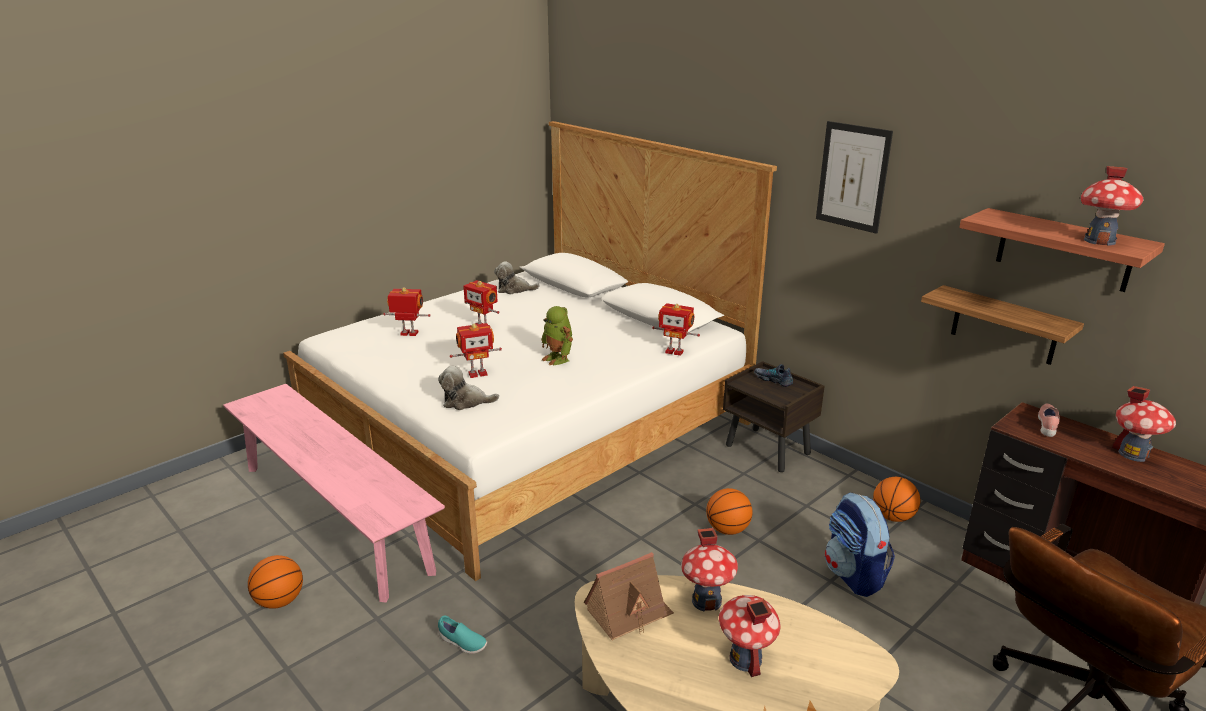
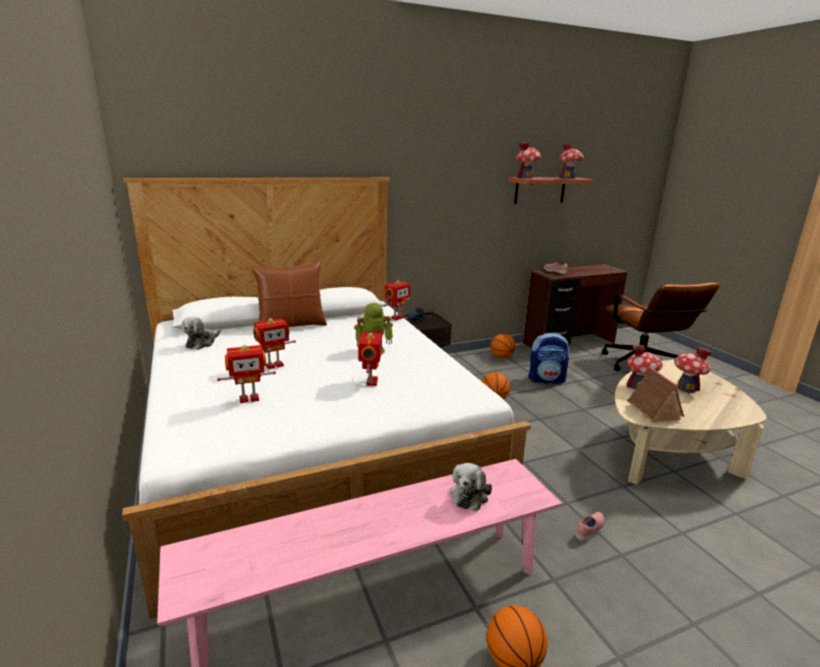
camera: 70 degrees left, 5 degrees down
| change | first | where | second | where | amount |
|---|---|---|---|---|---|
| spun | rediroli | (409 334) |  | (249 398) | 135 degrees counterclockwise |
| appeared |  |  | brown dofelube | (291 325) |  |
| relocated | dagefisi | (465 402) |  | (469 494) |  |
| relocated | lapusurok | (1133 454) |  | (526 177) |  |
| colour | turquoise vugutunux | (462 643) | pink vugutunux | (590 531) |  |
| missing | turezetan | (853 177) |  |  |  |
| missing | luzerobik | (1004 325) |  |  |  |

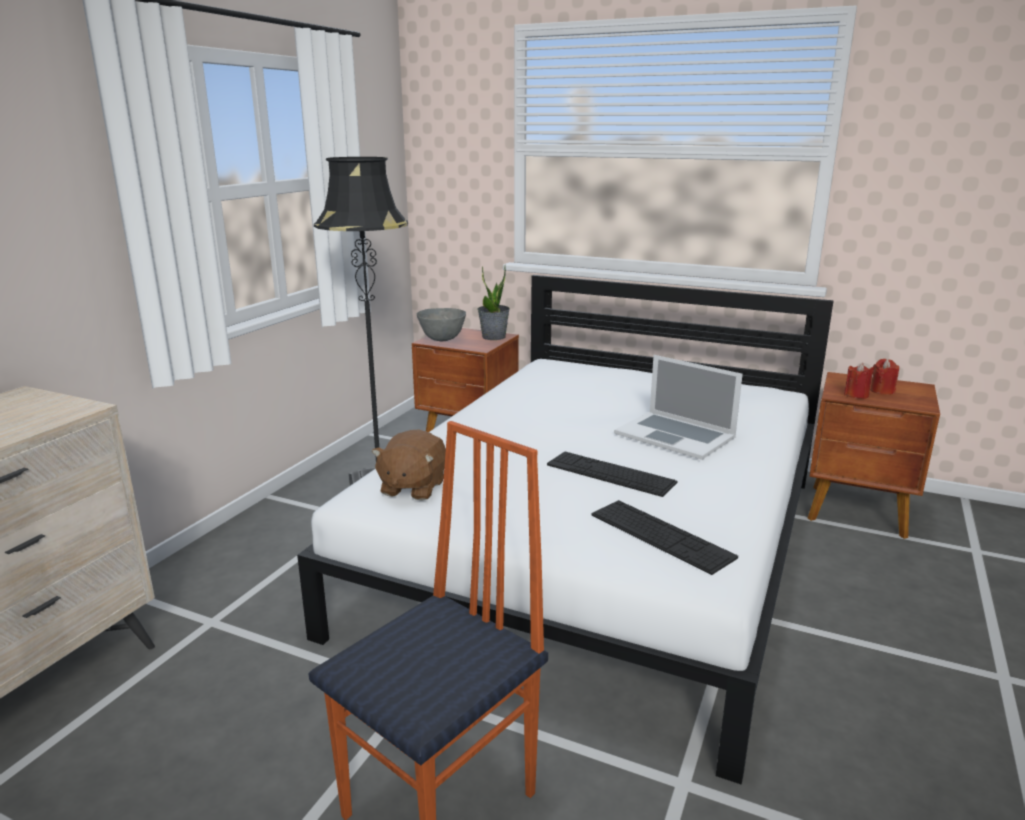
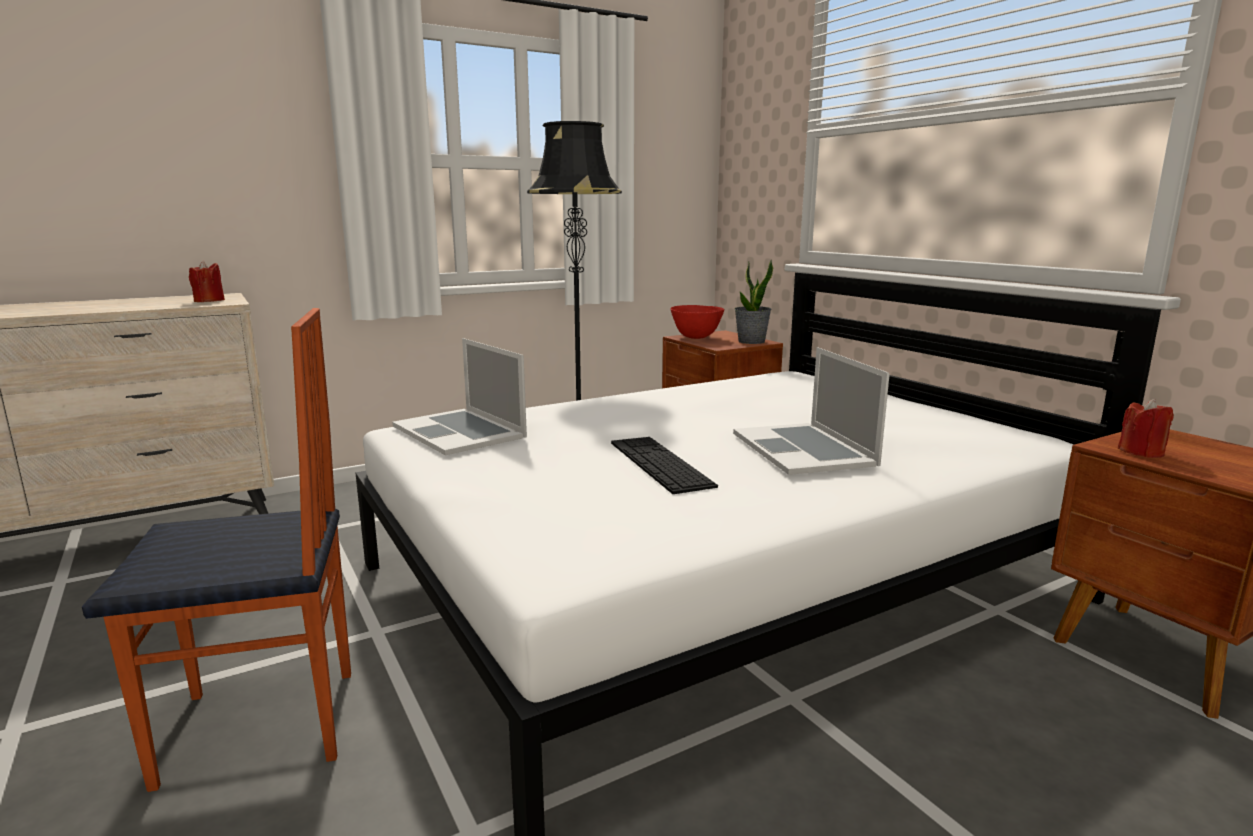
camera: 35 degrees right, 5 degrees down
| change | first | where | second | where | amount |
|---|---|---|---|---|---|
| relocated | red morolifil | (882 391) |  | (209 301) |  |
| exchanged | brown dagefisi | (412 487) | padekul | (459 431) |  |
| colour | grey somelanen | (442 339) | red somelanen | (696 337) |  |
| missing | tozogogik | (660 535) |  |  |  |

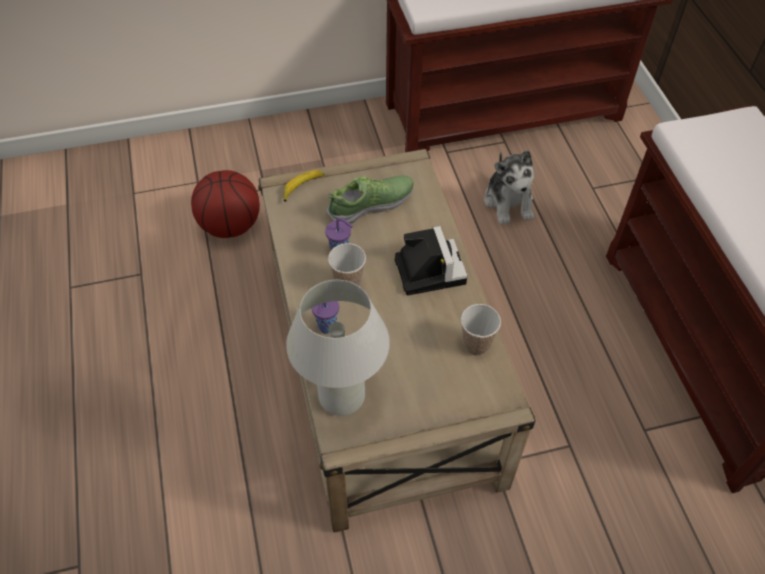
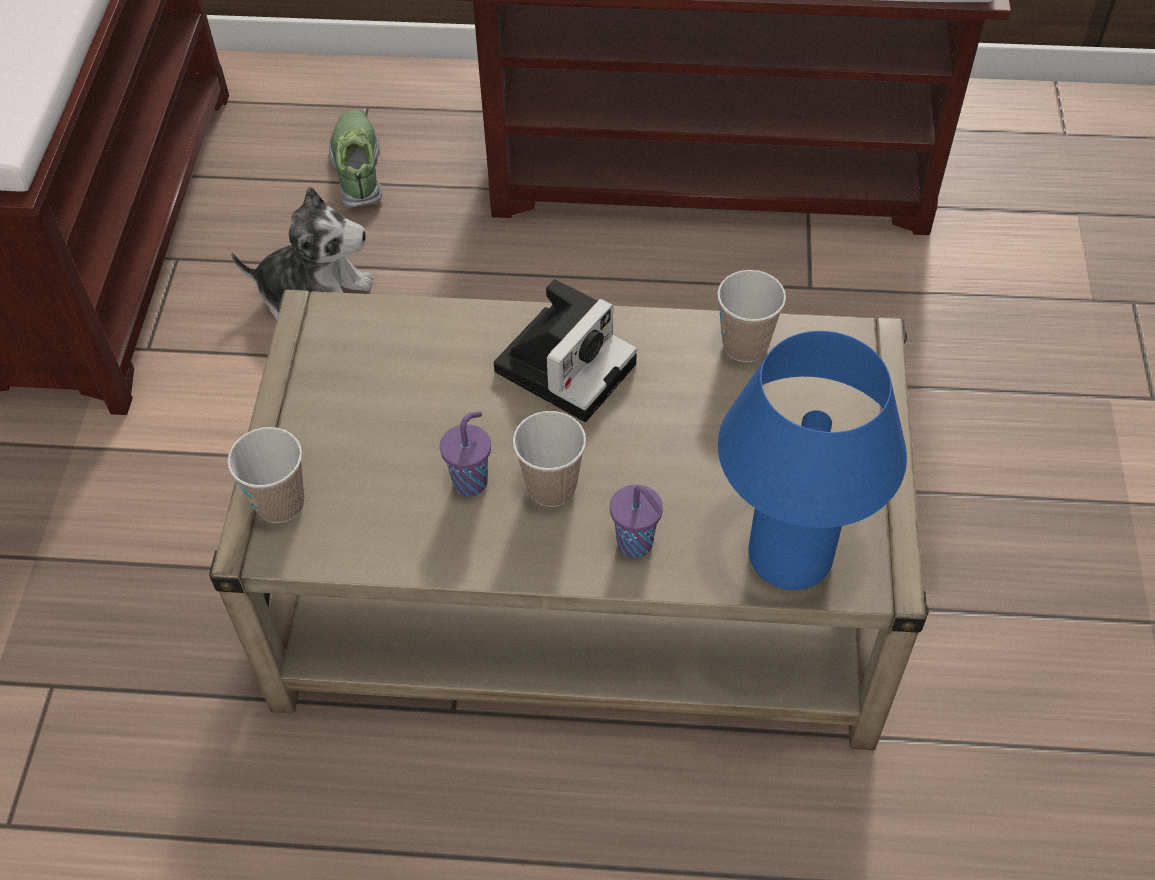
camera: 70 degrees left, 0 degrees up
| change | first | where | second | where | amount |
|---|---|---|---|---|---|
| exchanged | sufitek | (302 187) | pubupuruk | (280 503) |  |
| relocated | vugutunux | (371 205) |  | (358 168) |  |
| spun | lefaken | (428 268) |  | (566 363) | 120 degrees clockwise |
| colour | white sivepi | (342 396) | blue sivepi | (790 556) |  |
| missing | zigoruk | (230 225) |  |  |  |

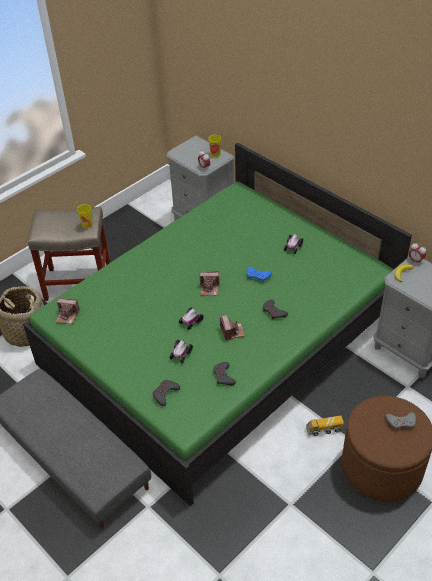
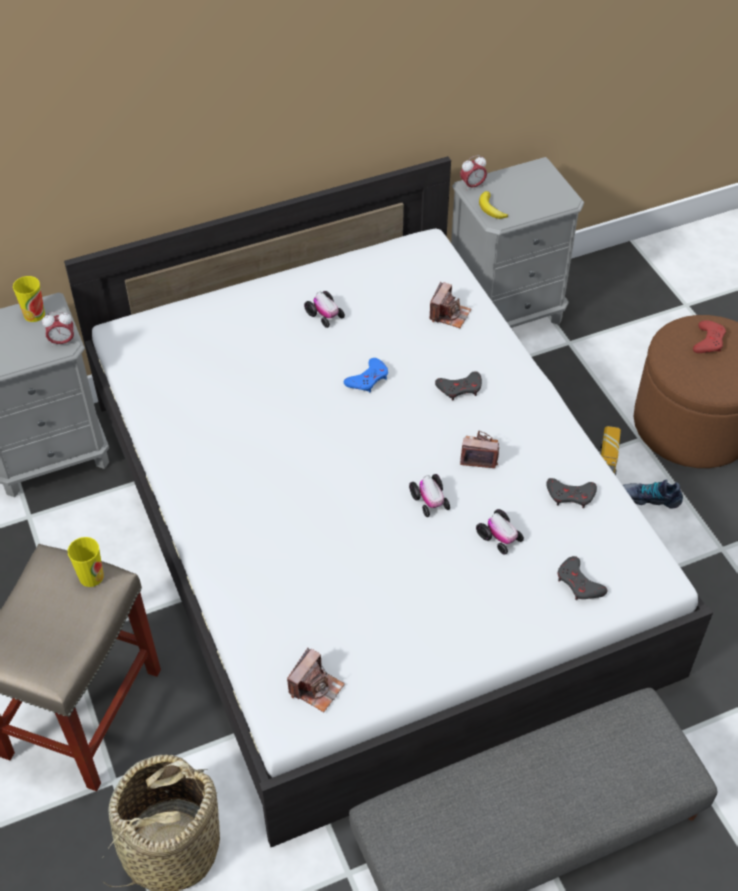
camera: 70 degrees left, 5 degrees up
| change | first | where | second | where | amount |
|---|---|---|---|---|---|
| colour | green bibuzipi | (218 341) | white bibuzipi | (368 531) |  |
| relocated | lefaken | (209 288) |  | (449 314) |  |
| appeared |  |  | vugutunux | (649 497) |  |
| colour | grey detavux | (401 422) | red detavux | (708 341) |  |

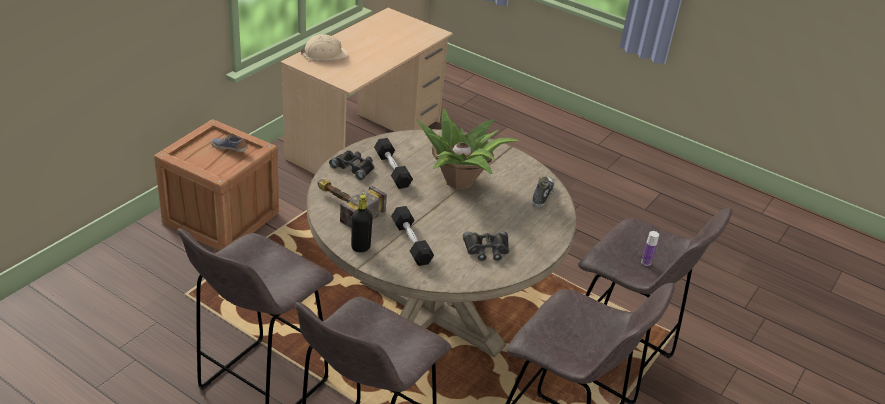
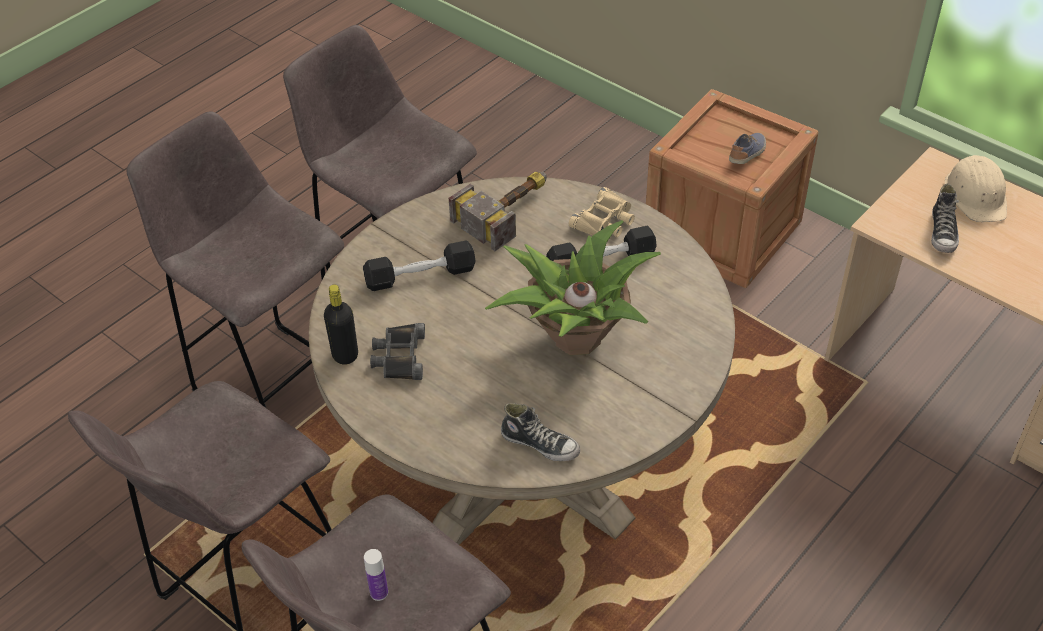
camera: 100 degrees right, 10 degrees up
| change | first | where | second | where | amount |
|---|---|---|---|---|---|
| relocated | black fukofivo | (360 247) |  | (345 355) |  |
| colour | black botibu | (354 167) | beige botibu | (605 221) |  |
| appeared |  |  | vugutunux | (943 233) |  |

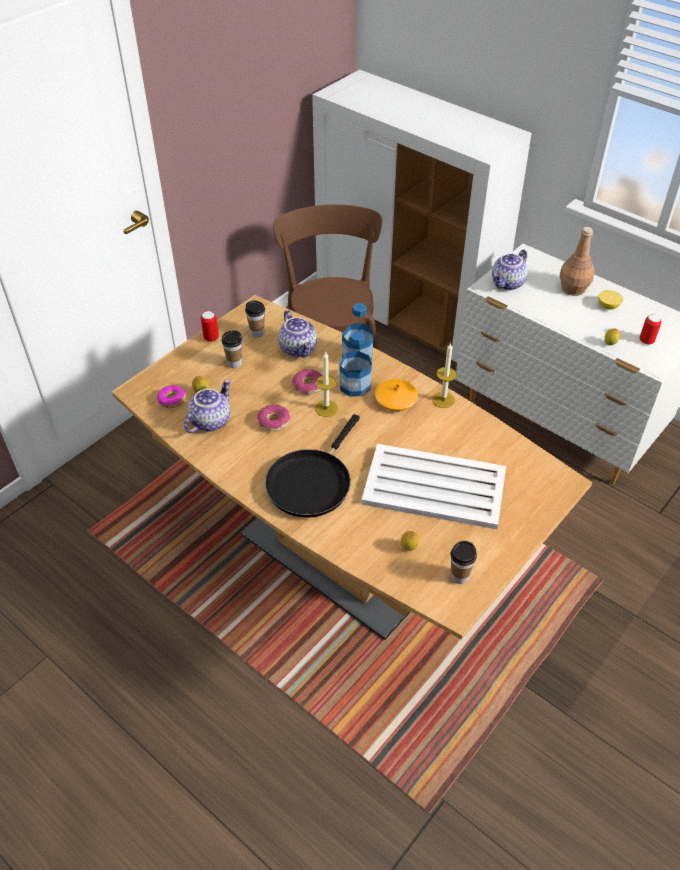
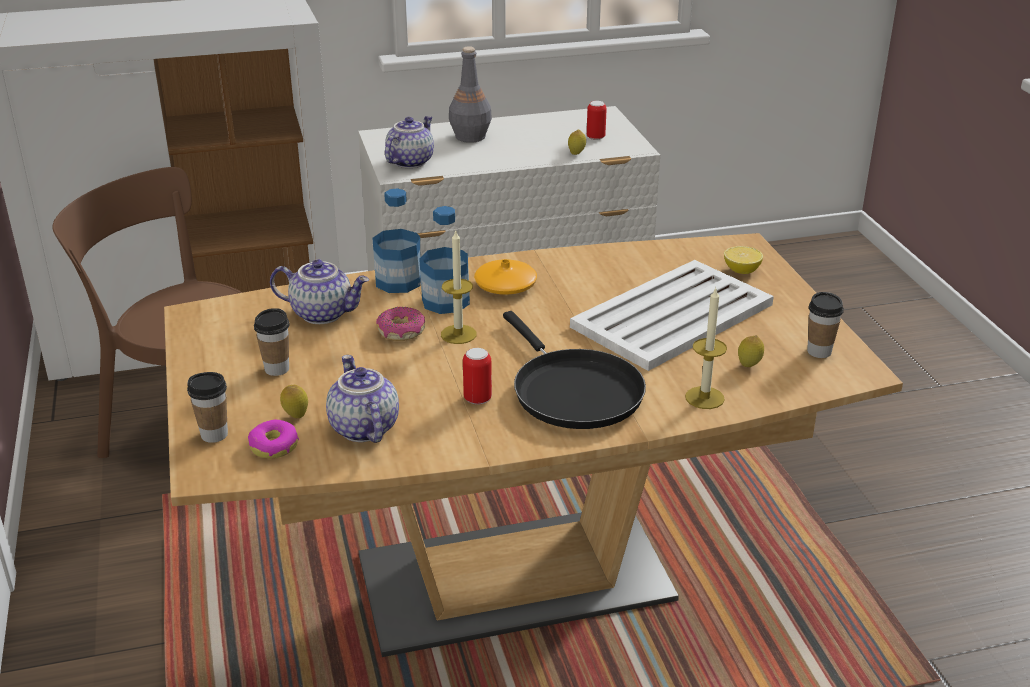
camera: 55 degrees left, 15 degrees down
| change | first | where | second | where | amount |
|---|---|---|---|---|---|
| relocated | pubupuruk | (257 333) |  | (214 434) |  |
| spun | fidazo | (508 284) |  | (409 161) | 135 degrees counterclockwise |
| colour | brown fukofivo | (572 288) | grey fukofivo | (470 137) |  |
| relocated | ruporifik | (211 338) |  | (477 399) |  |
| relocated | morolifil | (443 400) |  | (704 398) |  |
| relocated | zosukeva | (608 306) |  | (741 271) |  |
| missing | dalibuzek | (273 422) |  |  |  |

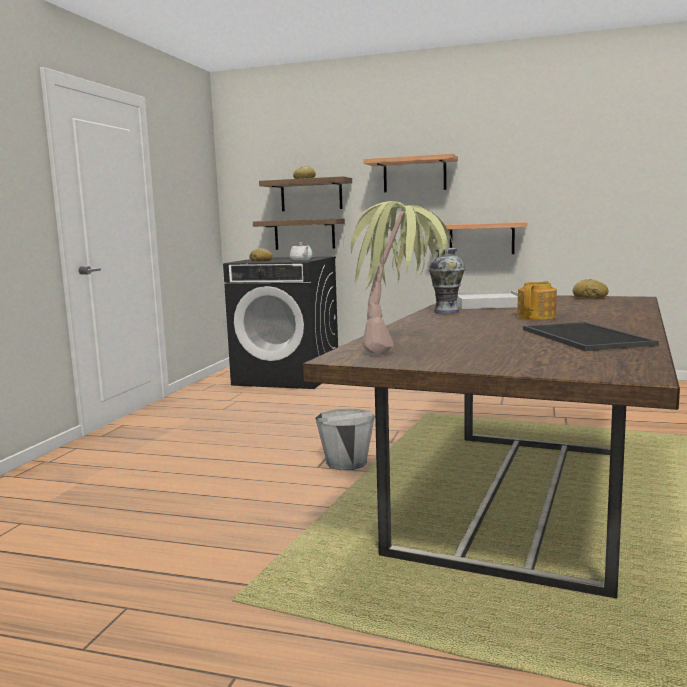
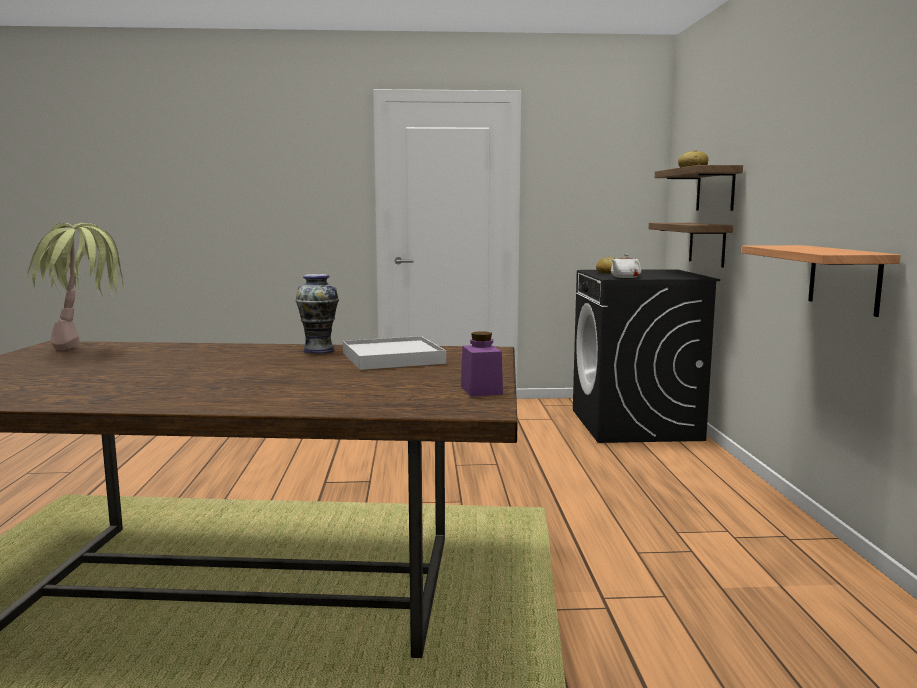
camera: 70 degrees right, 0 degrees up
| change | first | where | second | where | amount |
|---|---|---|---|---|---|
| exchanged | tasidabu | (590 297) | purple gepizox | (481 390) |  |
| missing | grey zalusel | (346 463) |  |  |  |
| missing | luzerobik | (414 175) |  |  |  |
| missing | fidazo | (537 316) |  |  |  |
| missing | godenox | (587 337) |  |  |  |

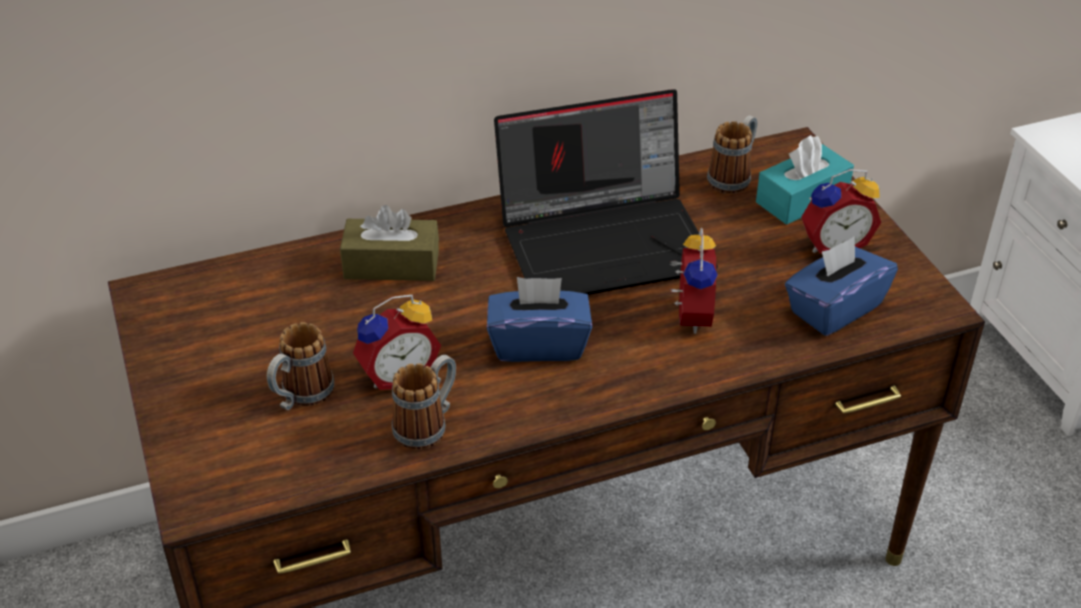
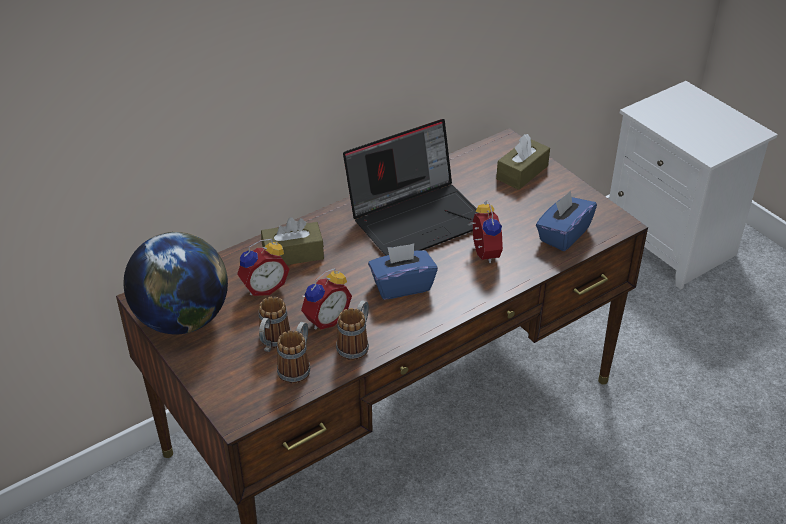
camera: 15 degrees left, 0 degrees up
| change | first | where | second | where | amount |
|---|---|---|---|---|---|
| appeared |  |  | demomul | (183 319) |  |
| relocated | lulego | (833 245) |  | (263 287) |  |
| relocated | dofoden | (733 177) |  | (297 367) |  |
| colour | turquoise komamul | (802 198) | brown komamul | (522 172) |  |

